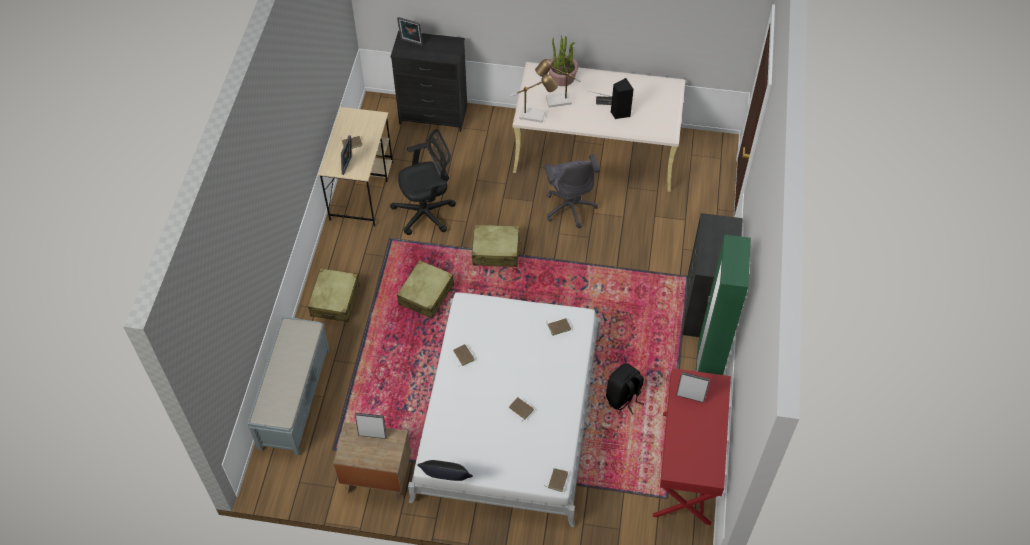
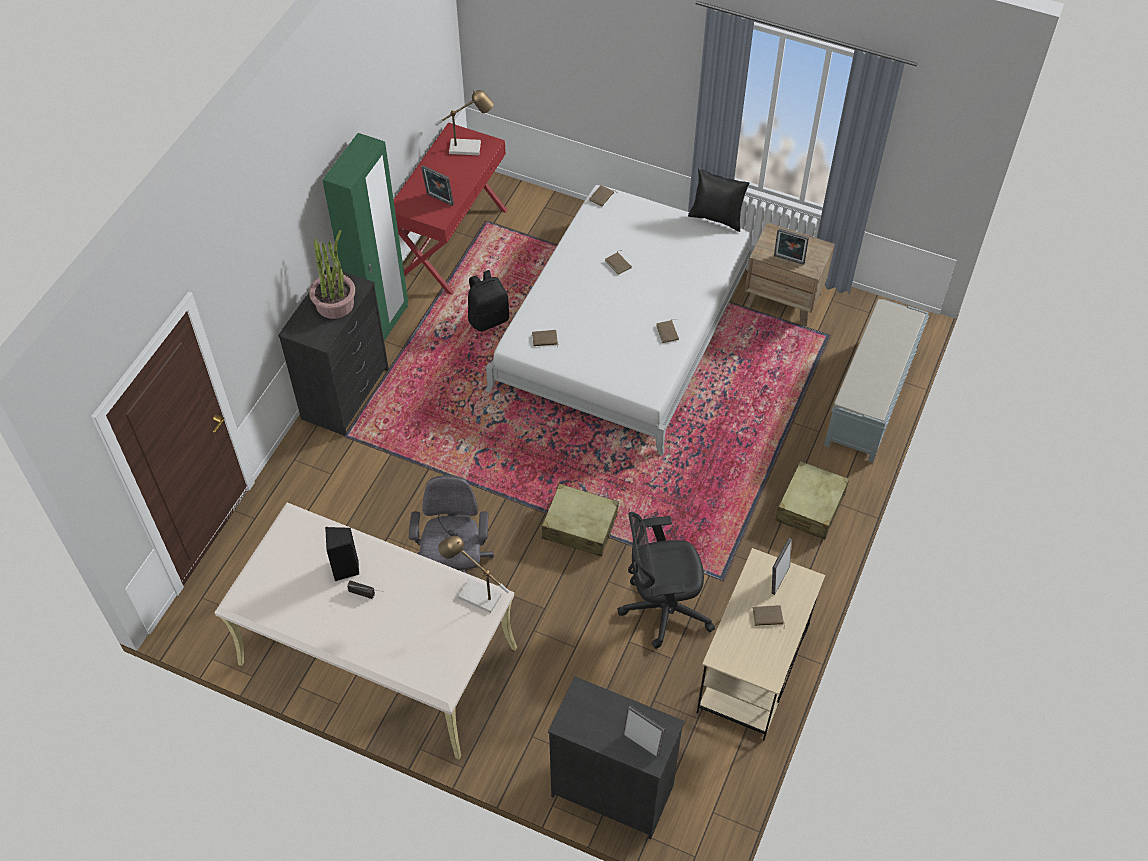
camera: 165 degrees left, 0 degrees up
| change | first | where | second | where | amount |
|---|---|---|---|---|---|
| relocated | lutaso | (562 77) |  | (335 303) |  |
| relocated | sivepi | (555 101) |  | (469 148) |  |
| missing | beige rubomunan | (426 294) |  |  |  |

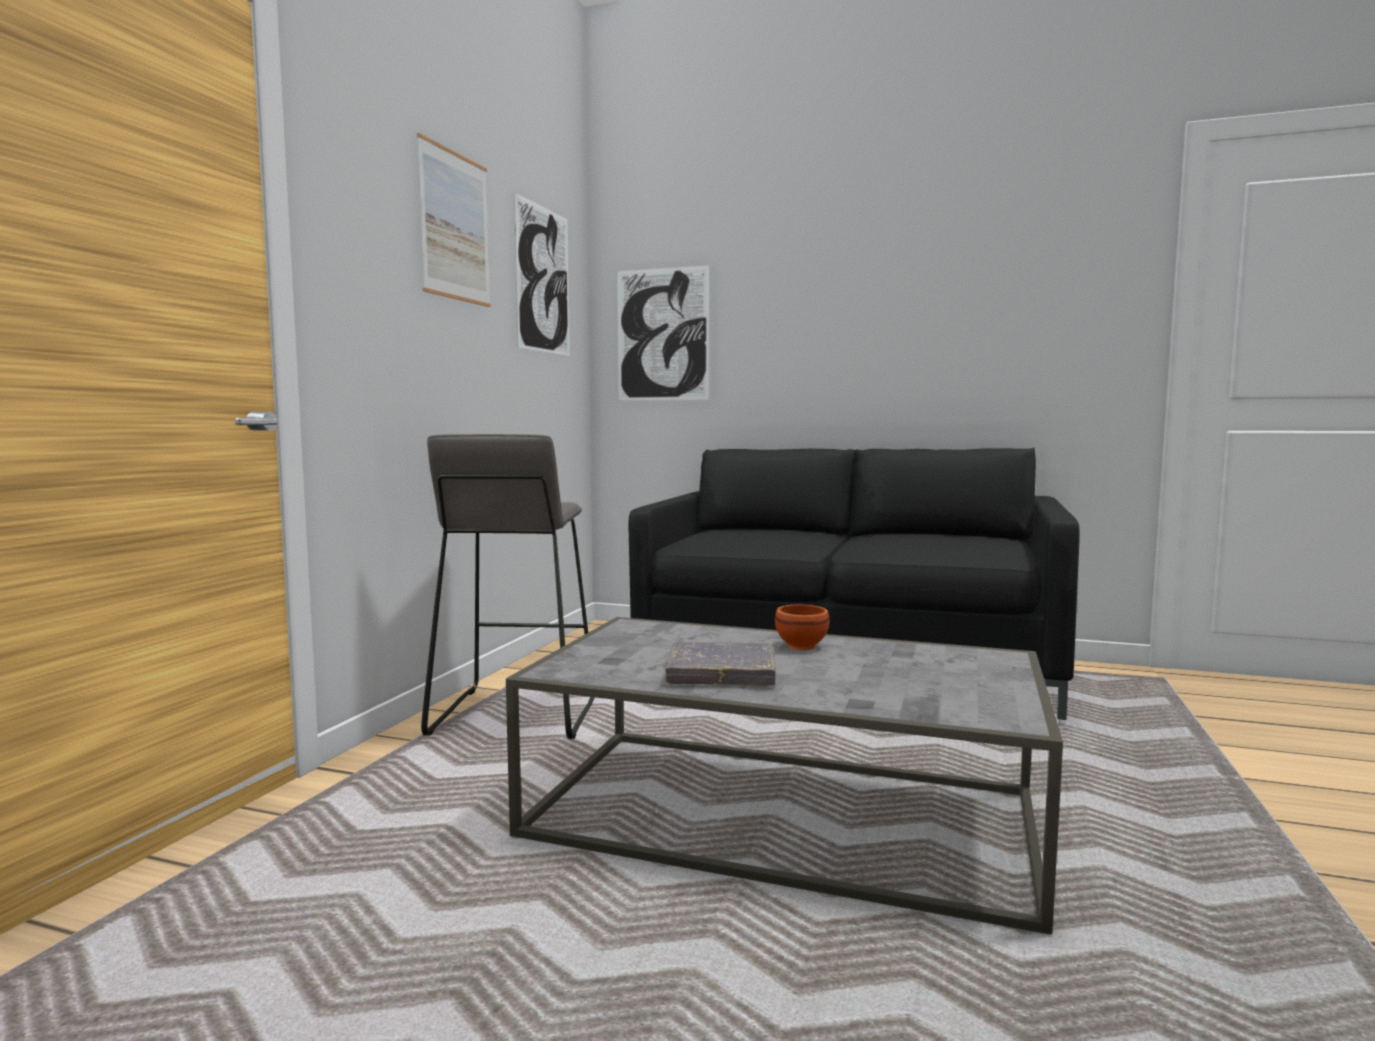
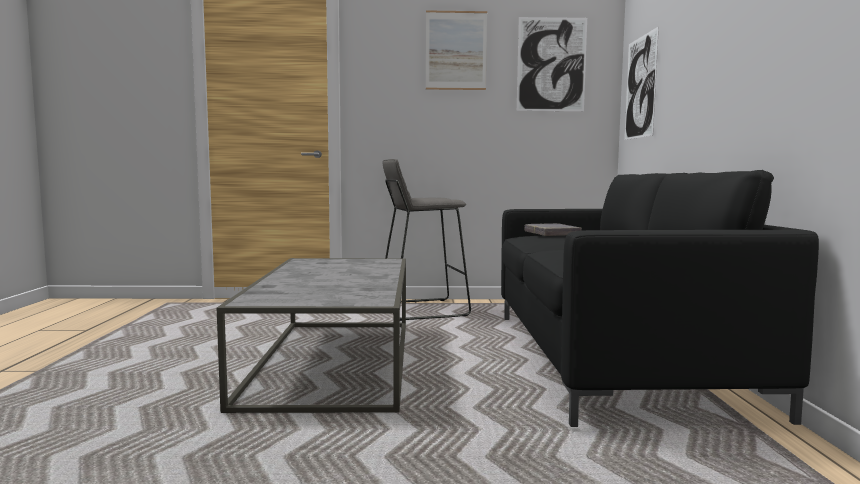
camera: 70 degrees right, 0 degrees up
| change | first | where | second | where | amount |
|---|---|---|---|---|---|
| relocated | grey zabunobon | (721 672) |  | (552 234) |  |
| missing | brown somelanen | (799 646) |  |  |  |

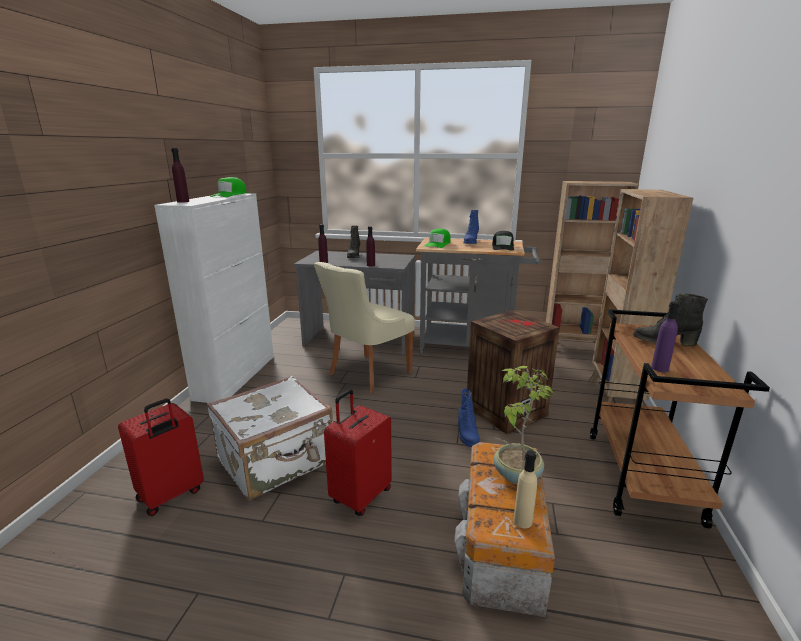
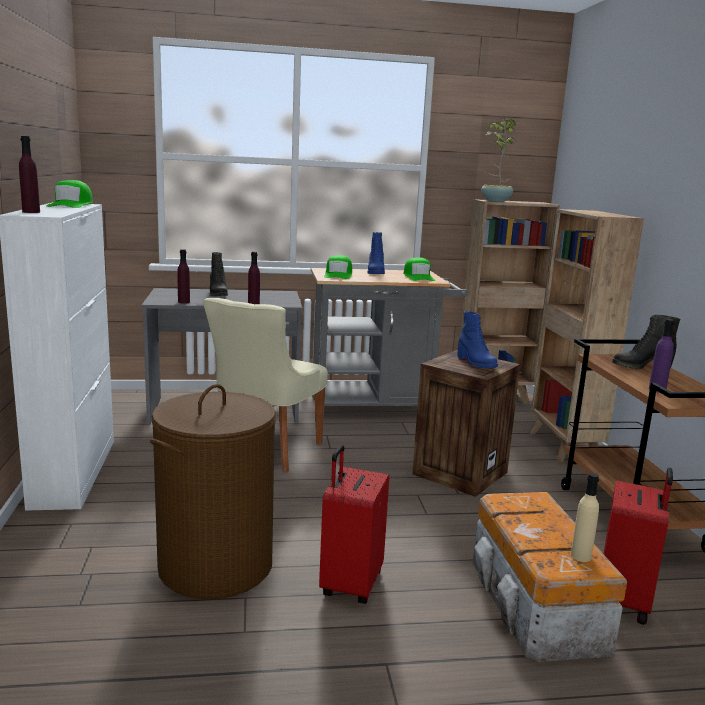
camera: 20 degrees left, 5 degrees down
| change | first | where | second | where | amount |
|---|---|---|---|---|---|
| exchanged | white rubomunan | (277 462) | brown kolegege | (215 565) |  |
| colour | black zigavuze | (503 247) | green zigavuze | (418 277) |  |
| relocated | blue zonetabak | (467 435) |  | (475 363) |  |
| relocated | lutaso | (515 475) |  | (495 200) |  |
| relocated | red rubomunan | (171 495) |  | (625 601) |  |

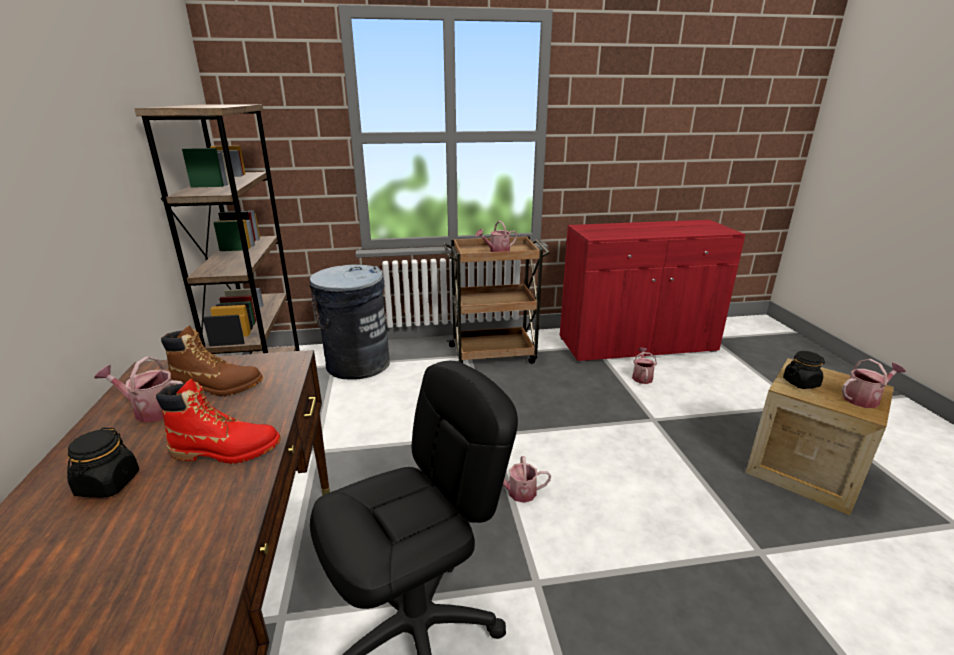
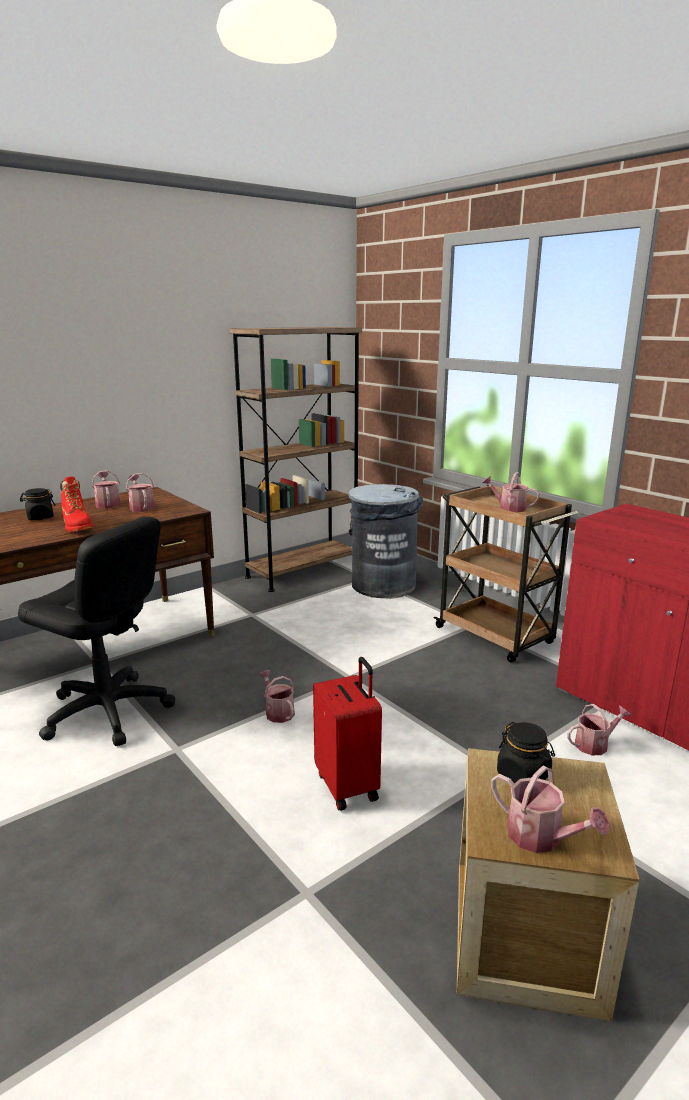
camera: 60 degrees right, 5 degrees down
| change | first | where | second | where | amount |
|---|---|---|---|---|---|
| exchanged | brown zonetabak | (218 387) | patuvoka | (141 507) |  |
| appeared |  |  | red rubomunan | (348 786) |  |

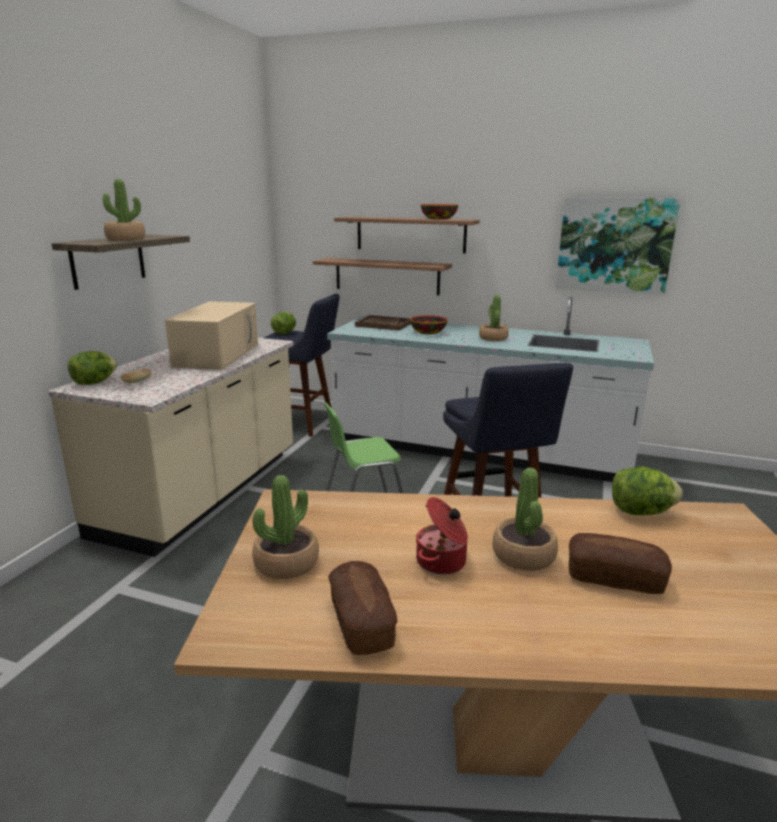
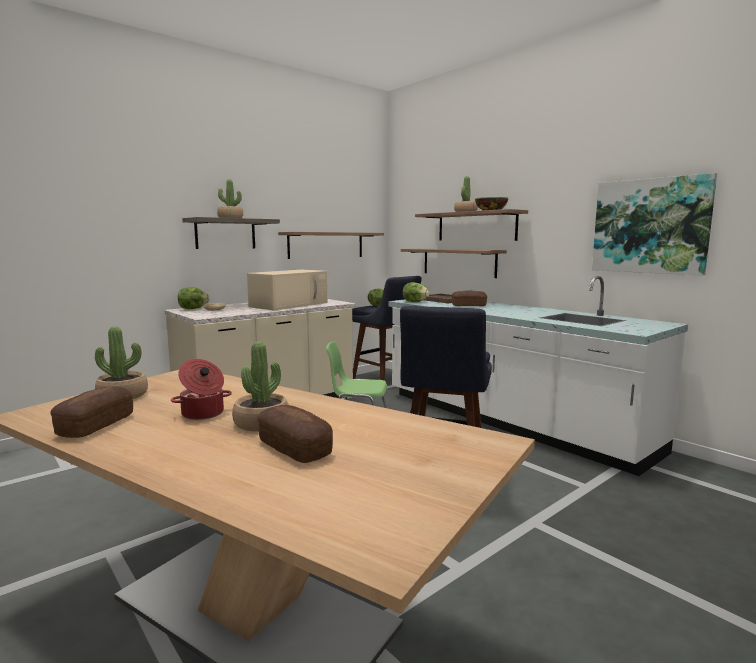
camera: 30 degrees right, 10 degrees down
| change | first | where | second | where | amount |
|---|---|---|---|---|---|
| appeared |  |  | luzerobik | (326 245) |  |
| relocated | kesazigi | (640 512) |  | (415 302) |  |
| exchanged | somelanen | (428 332) | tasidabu | (468 305) |  |
| relocated | lutaso | (493 338) |  | (465 212) |  |

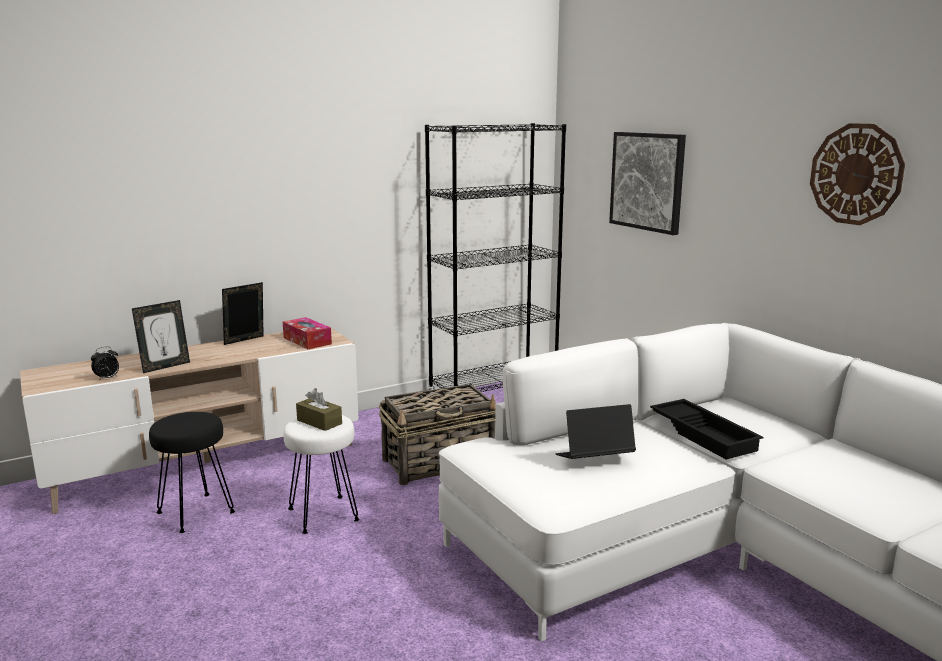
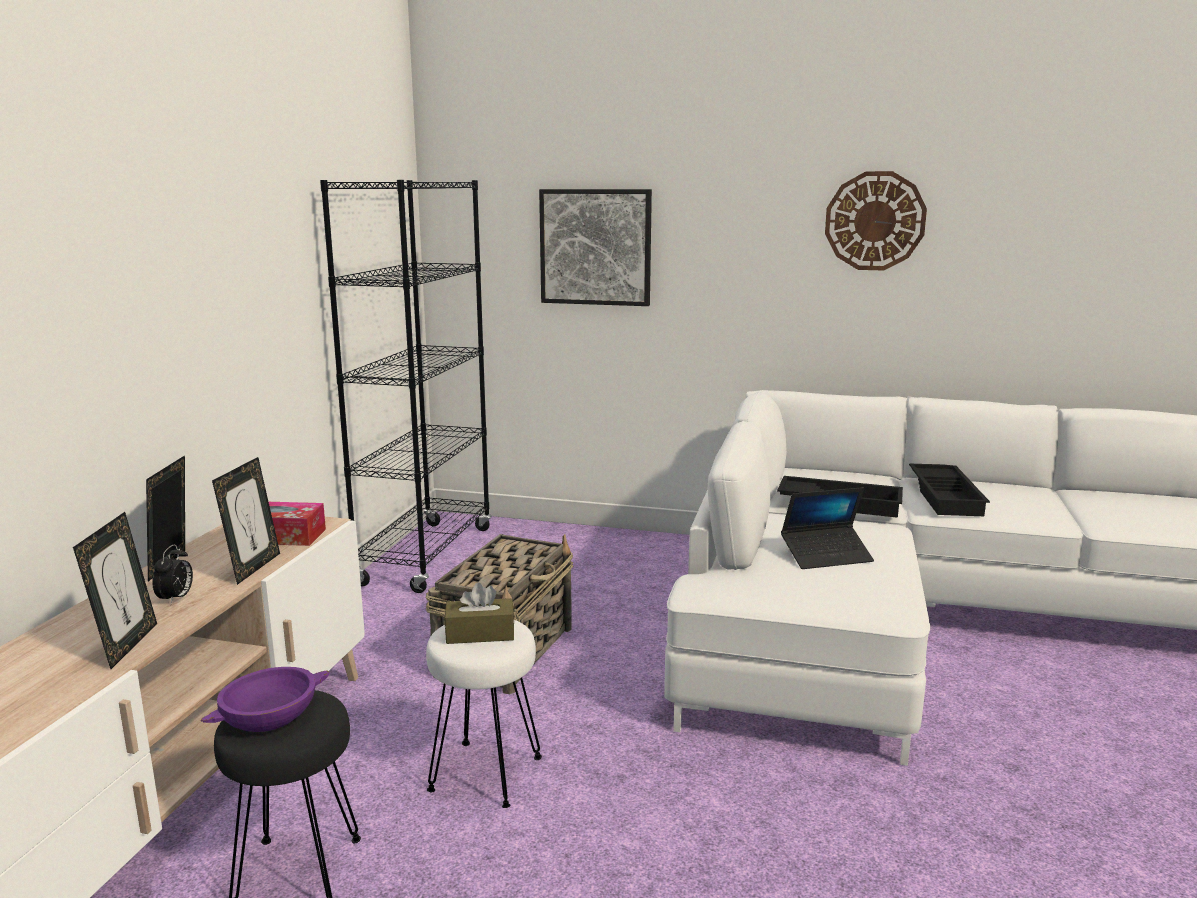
camera: 45 degrees left, 0 degrees up
| change | first | where | second | where | amount |
|---|---|---|---|---|---|
| relocated | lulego | (107 378) |  | (176 599) |  |
| appeared |  |  | purple somelanen | (270 719) |  |
| appeared |  |  | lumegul | (253 568) |  |
| spun | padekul | (594 460) |  | (826 555) | 135 degrees counterclockwise |
| appeared |  |  | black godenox | (947 496) |  |

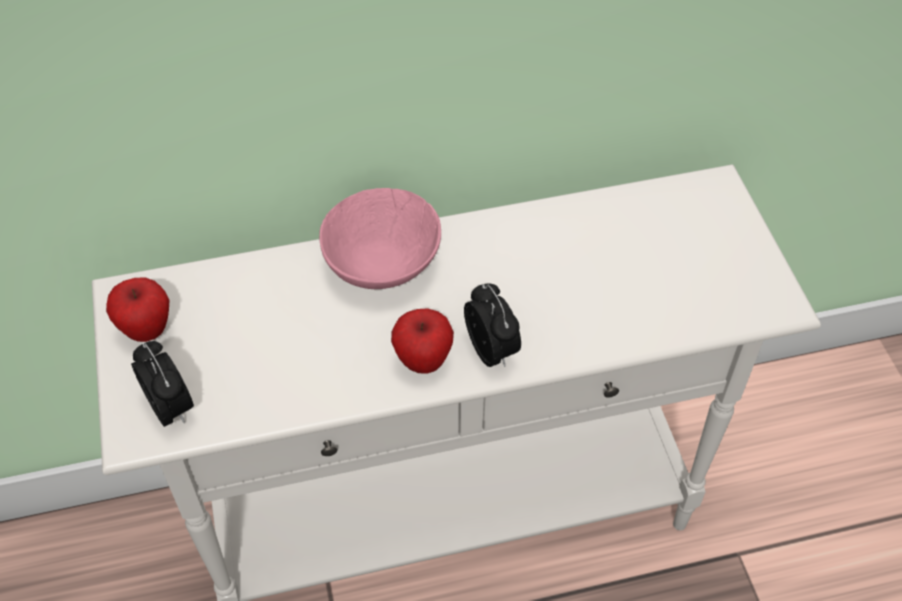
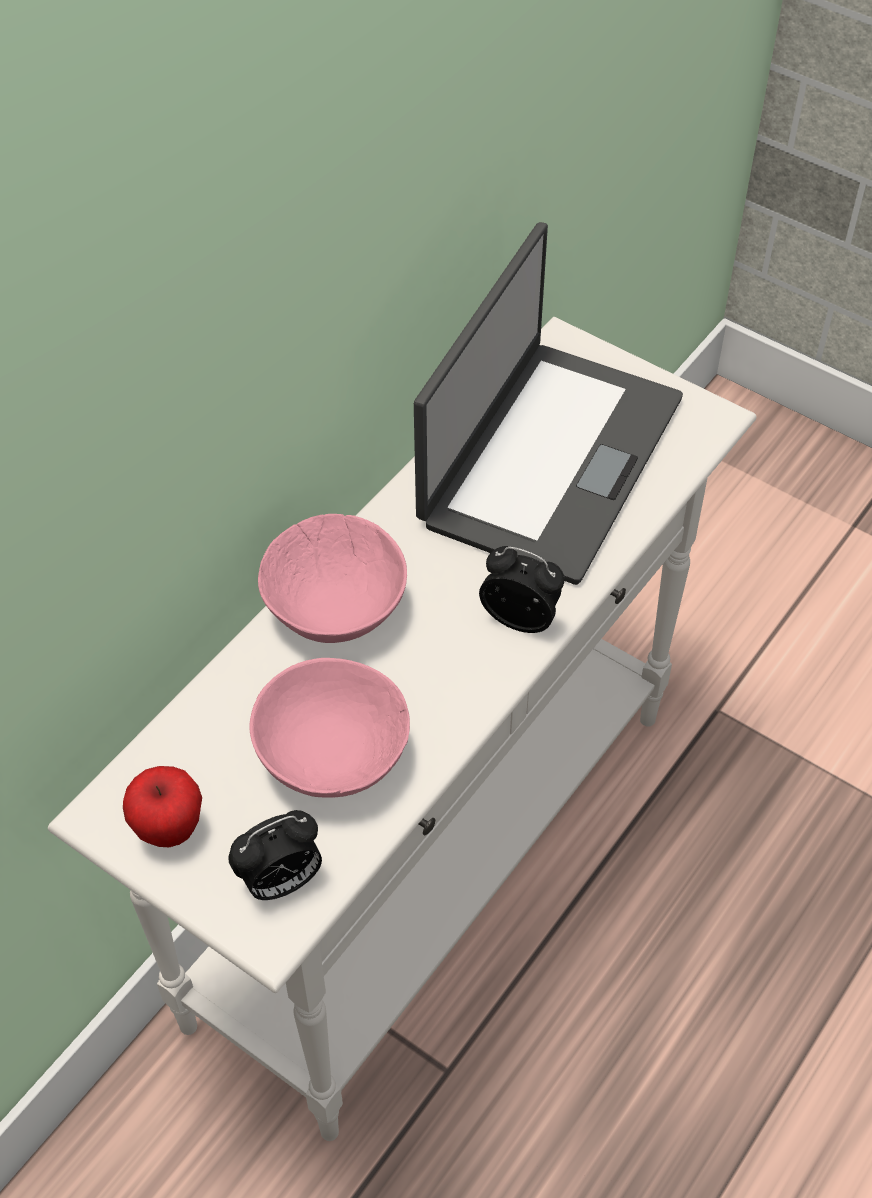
camera: 40 degrees left, 0 degrees up
| change | first | where | second | where | amount |
|---|---|---|---|---|---|
| spun | lulego | (171 408) |  | (280 882) | 135 degrees clockwise |
| appeared |  |  | pink somelanen | (331 756) |  |
| appeared |  |  | padekul | (548 459) |  |
| missing | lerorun | (423 361) |  |  |  |

